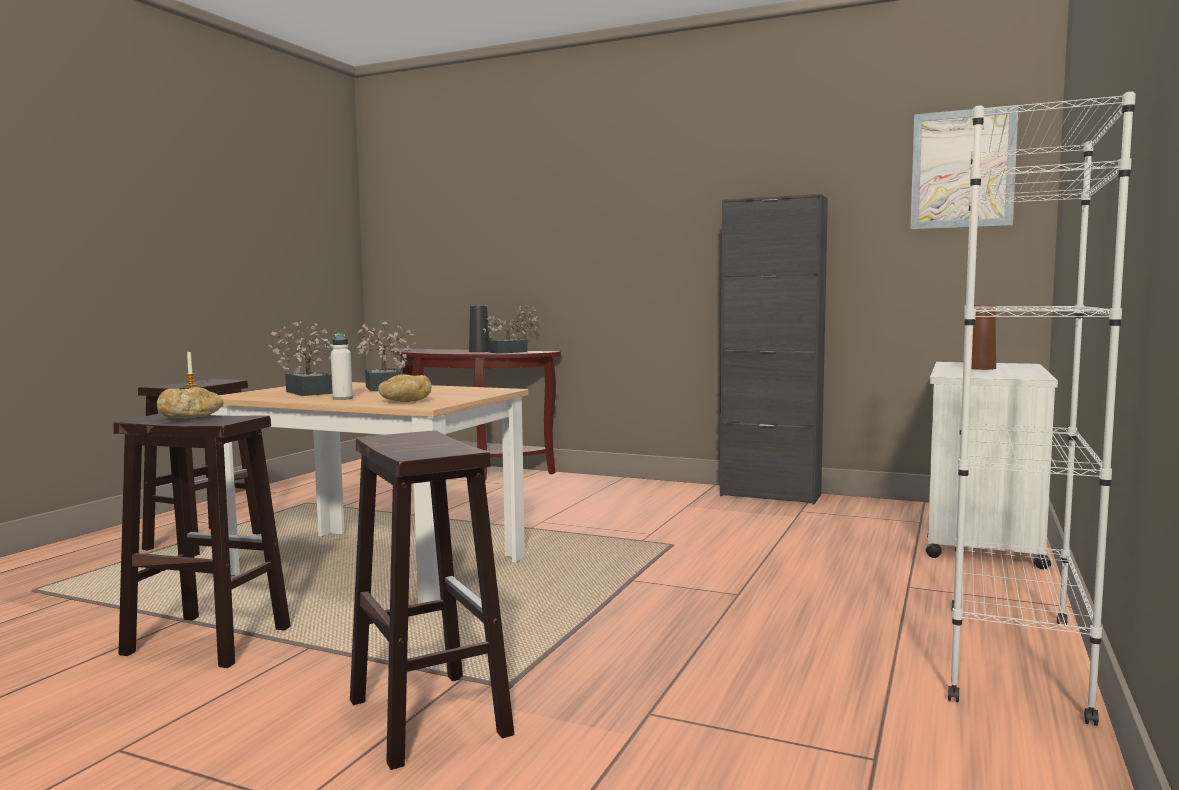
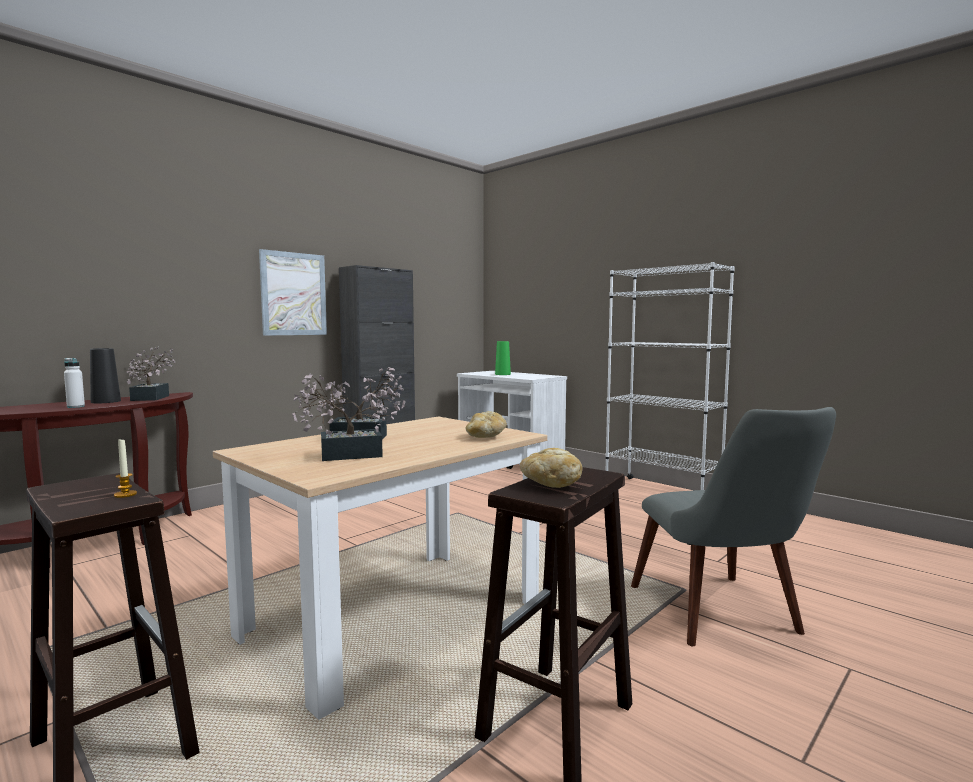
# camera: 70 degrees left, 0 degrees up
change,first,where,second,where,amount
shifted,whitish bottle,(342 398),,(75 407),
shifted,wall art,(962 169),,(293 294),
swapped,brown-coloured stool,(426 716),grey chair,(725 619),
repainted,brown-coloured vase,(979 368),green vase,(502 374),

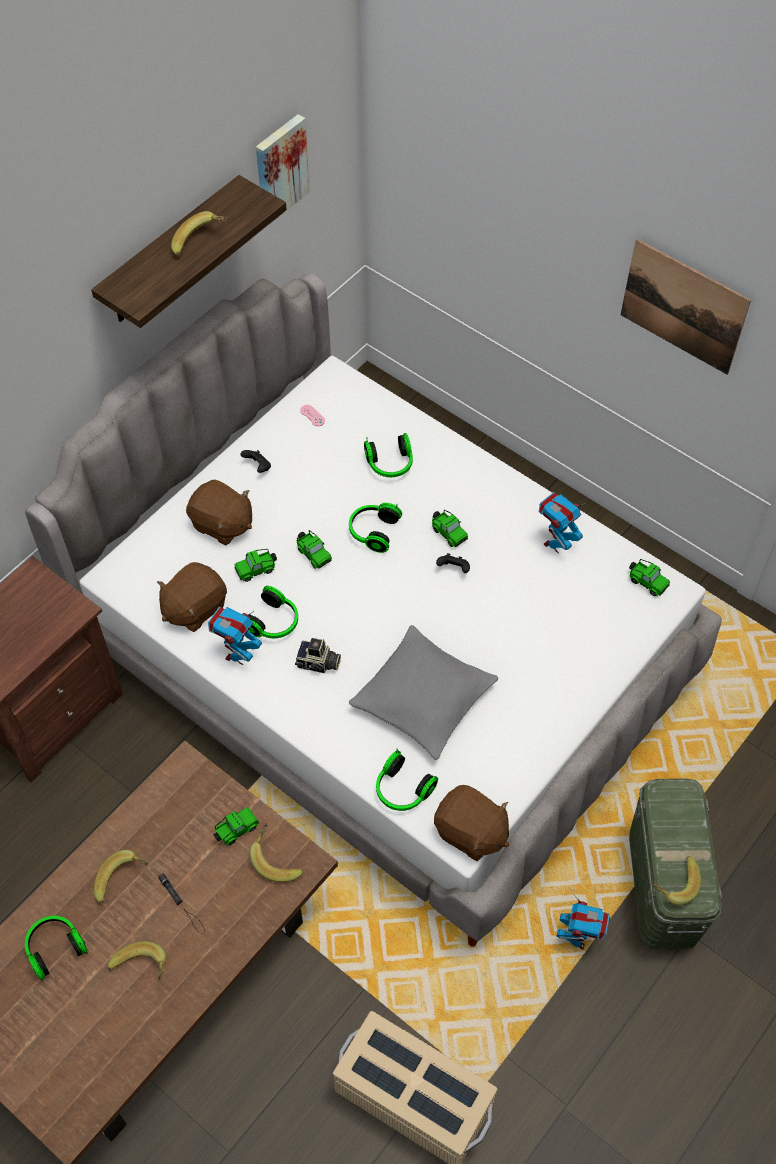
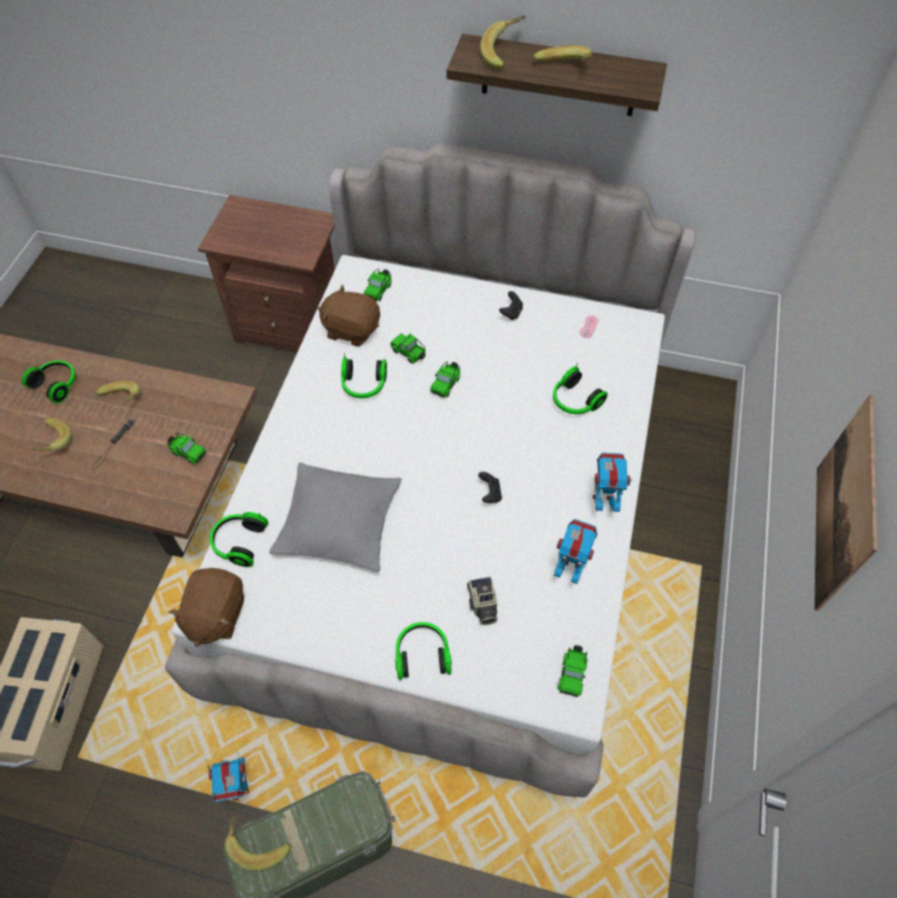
# camera: 65 degrees right, 0 degrees up
change,first,where,second,where,amount
gone,brown-coloured plush toy,(222 524),,,
gone,wall art,(280 168),,,
shifted,model robot,(238 655),,(603 503),
shifted,banana fruit,(277 858),,(505 54),
shifted,photo camera,(318 664),,(482 605),
shifted,pair of headphones,(372 531),,(422 654),
shifted,miniature car,(448 533),,(379 290),

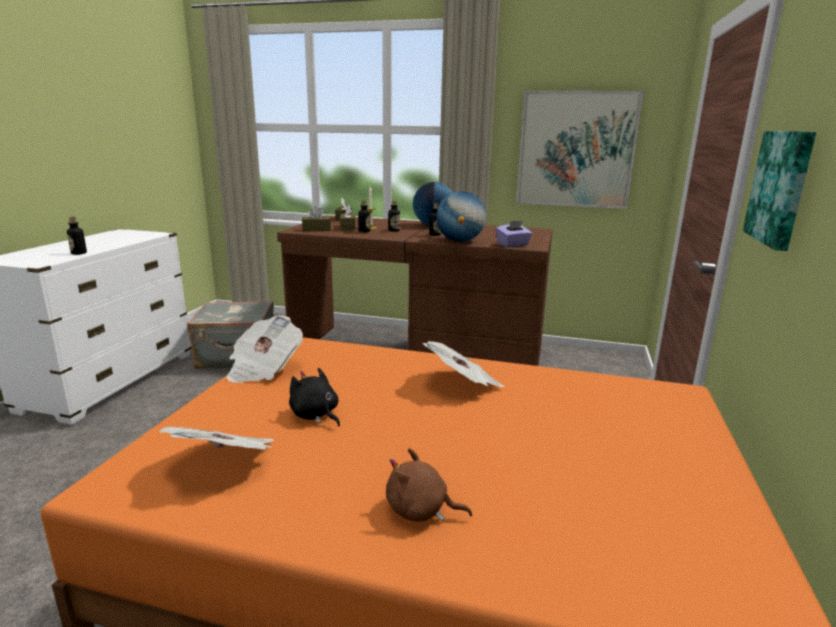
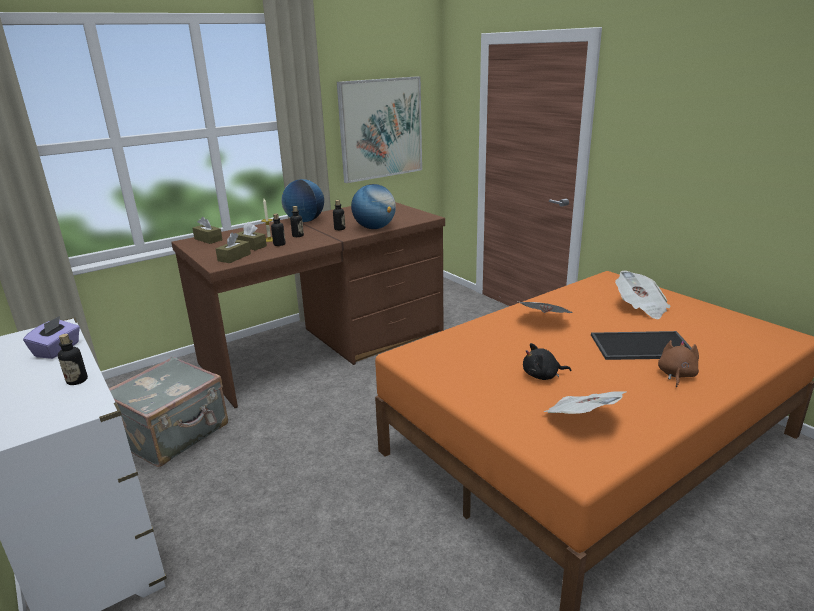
# camera: 50 degrees left, 5 degrees up
change,first,where,second,where,amount
gone,wall art,(781 187),,,
new,,,serving tray,(641 347),
shifted,newspaper,(263 368),,(641 308),
shifted,purple box of tissues,(513 245),,(58 350),
rotated,brown-coloured plush toy,(421 511),,(676 375),150 degrees clockwise

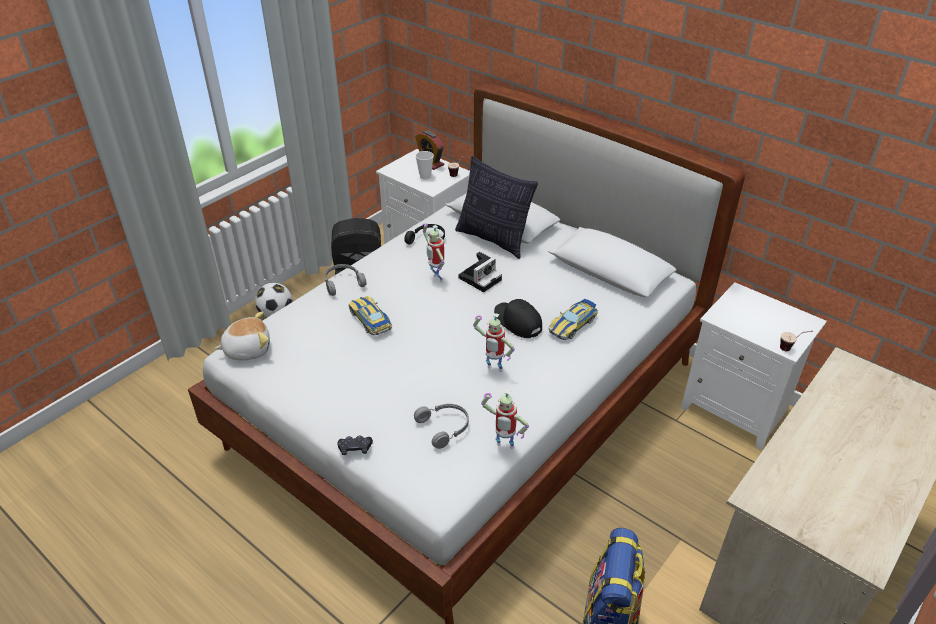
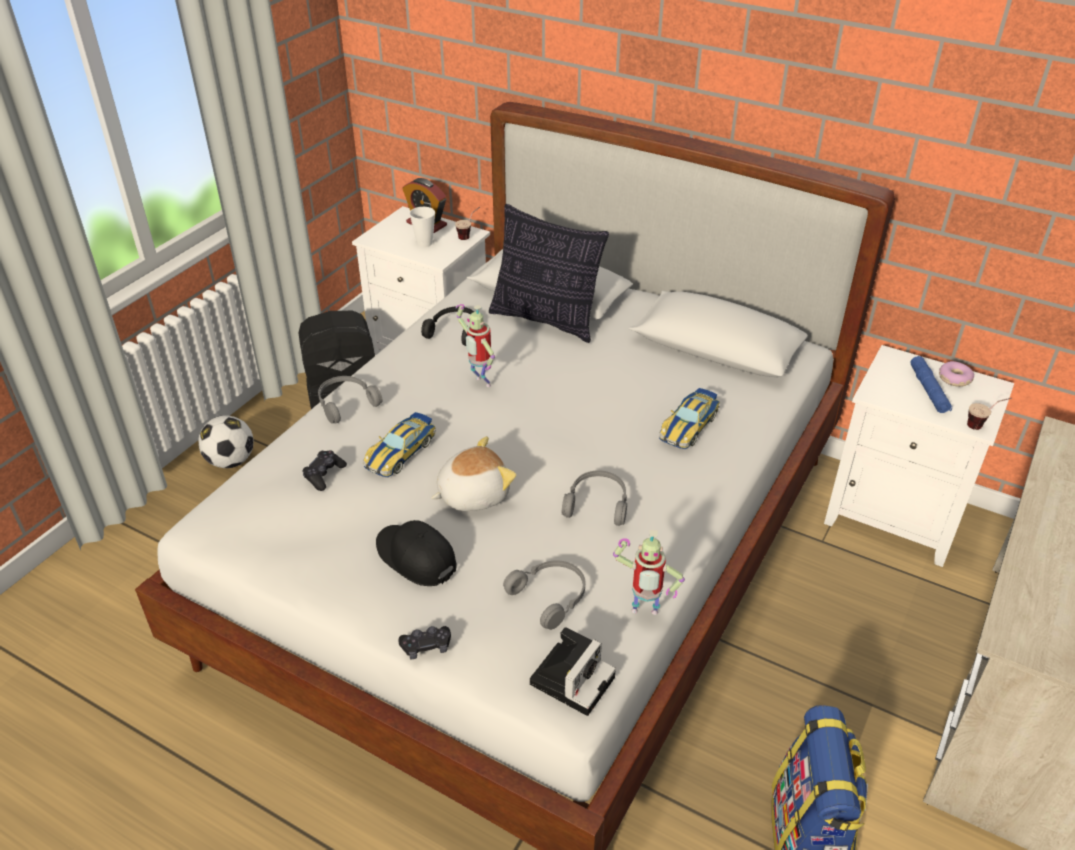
# camera: 10 degrees left, 0 degrees up
change,first,where,second,where,amount
new,,,blackish game controller,(324 475),
new,,,bluish flashlight,(928 390),
new,,,donut,(954 379),
shifted,plush toy,(247 349),,(472 494),
shifted,photo camera,(480 278),,(573 678),
shifted,blackish baseball cap,(517 322),,(415 557),
swapped,model robot,(493 370),grey pair of headphones,(597 503),
rotated,miniature car,(370 319),,(400 452),105 degrees counterclockwise

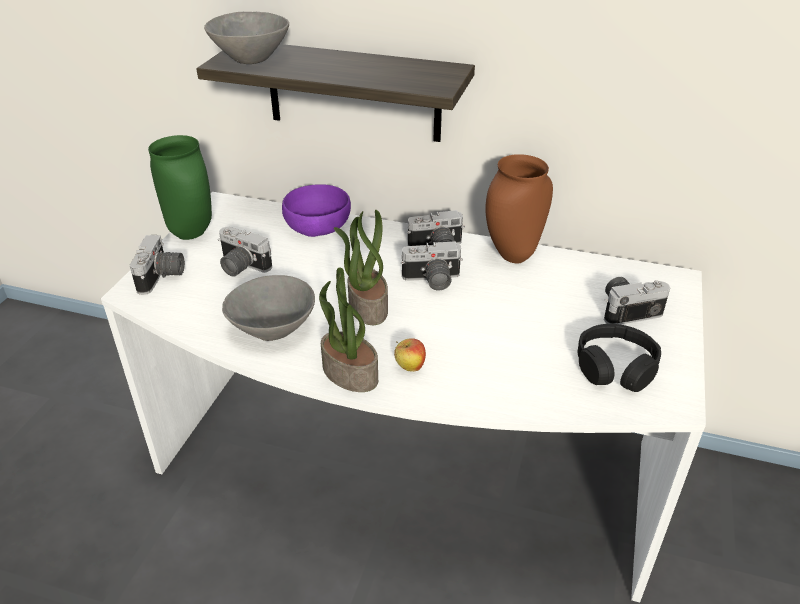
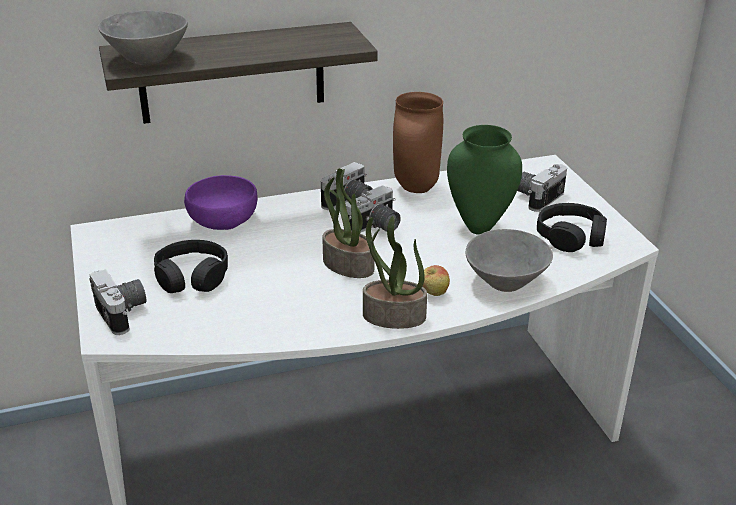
# camera: 35 degrees left, 5 degrees down
change,first,where,second,where,amount
shifted,green vase,(190 234),,(479 228),
shifted,grey serving bowl,(272 329),,(504 282),
swapped,photo camera,(240 267),blackish pair of headphones,(192 277),

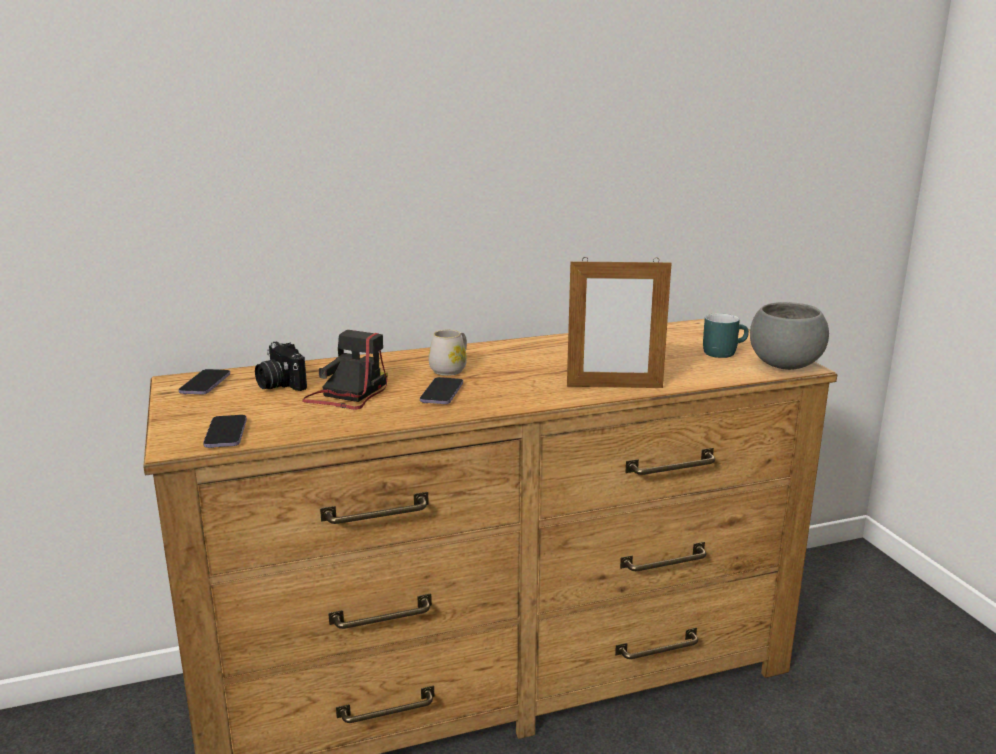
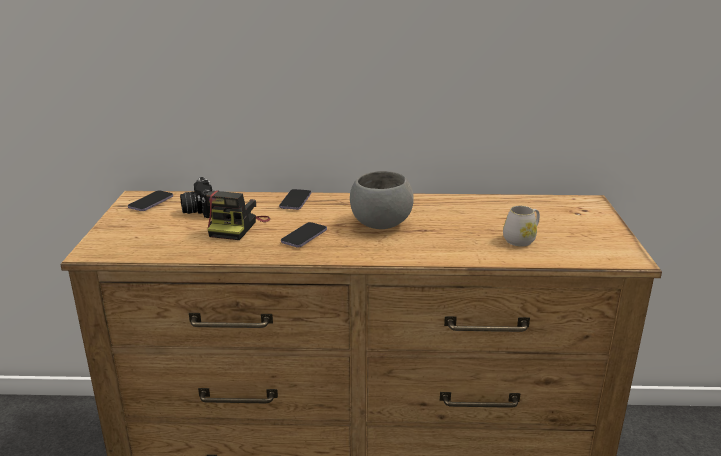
# camera: 20 degrees right, 5 degrees up
change,first,where,second,where,amount
gone,picture frame,(614 387),,,
gone,blue-green tea mug,(722 352),,,
shifted,handset,(226 434),,(295 201),
shifted,whitish tea mug,(451 369),,(521 239),
shifted,grey serving bowl,(783 365),,(380 224),
rotated,photo camera,(348 394),,(237 227),150 degrees clockwise

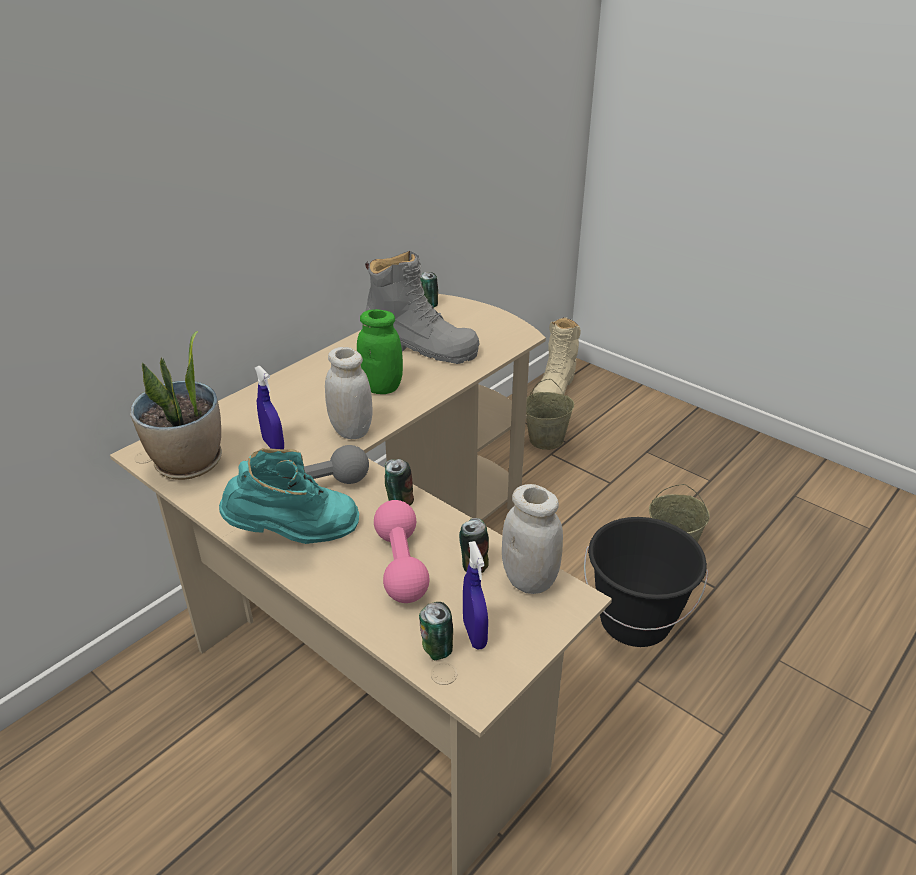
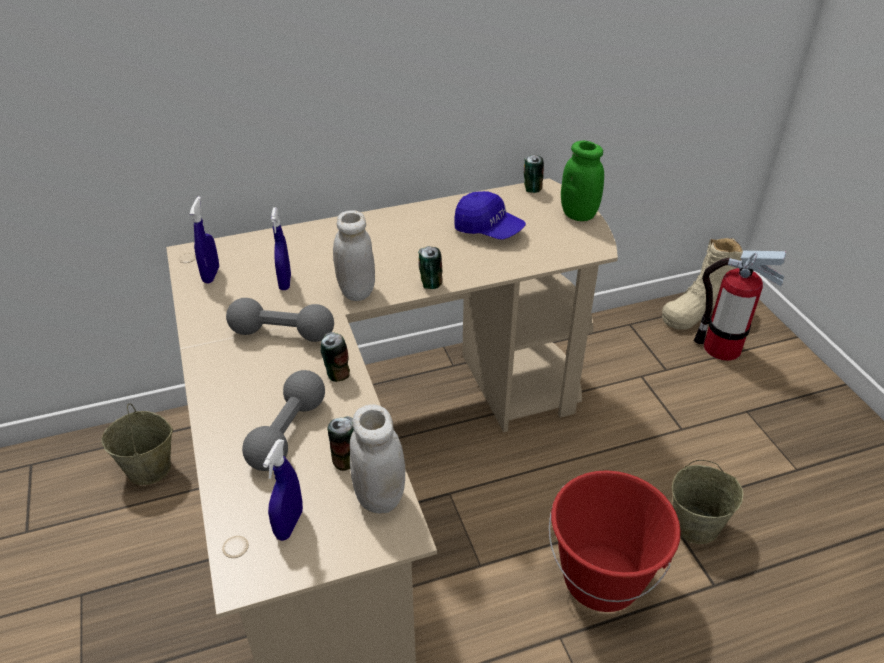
# camera: 30 degrees right, 5 degrees up
change,first,where,second,where,amount
gone,blue-green tall boot,(295 536),,,
new,,,fire extinguisher,(721 348),
shifted,green jar,(381 387),,(578 214),
shifted,sealed can,(436 650),,(430 284),
shifted,sand-coloured bucket,(547 439),,(150 468),
swapped,potted plant,(189 463),bluish hand sprayer,(211 275),
swapped,grey tall boot,(422 347),bluish baseball cap,(488 230),
repainted,pink-coloured dumbbell,(401 565),grey dumbbell,(288 432),
repainted,blackish bucket,(635 621),red-coloured bucket,(601 579),

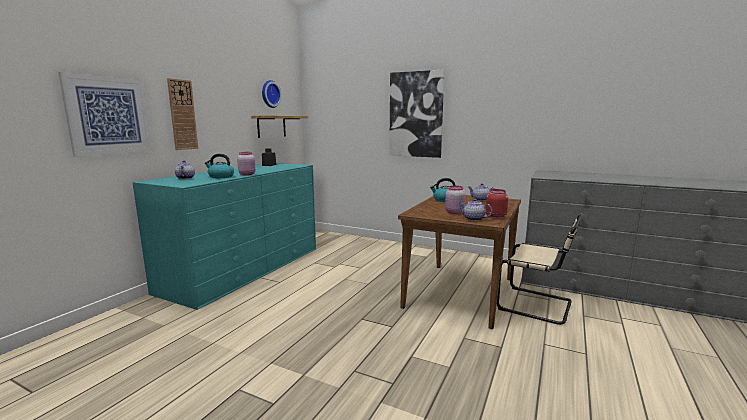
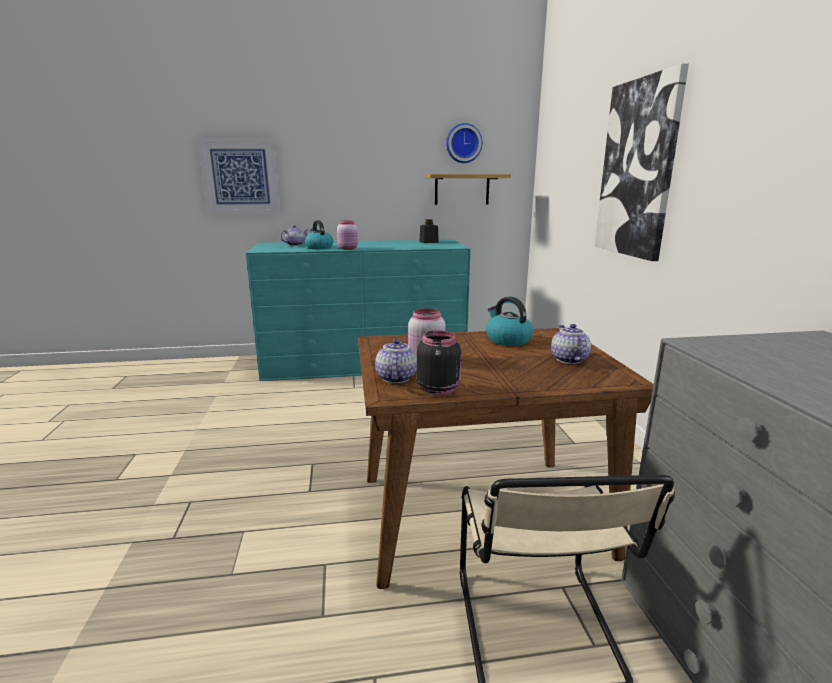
# camera: 55 degrees right, 5 degrees up
change,first,where,second,where,amount
gone,hanging clock,(182 115),,,
repainted,red-coloured jar,(495 217),blackish jar,(438 389),

